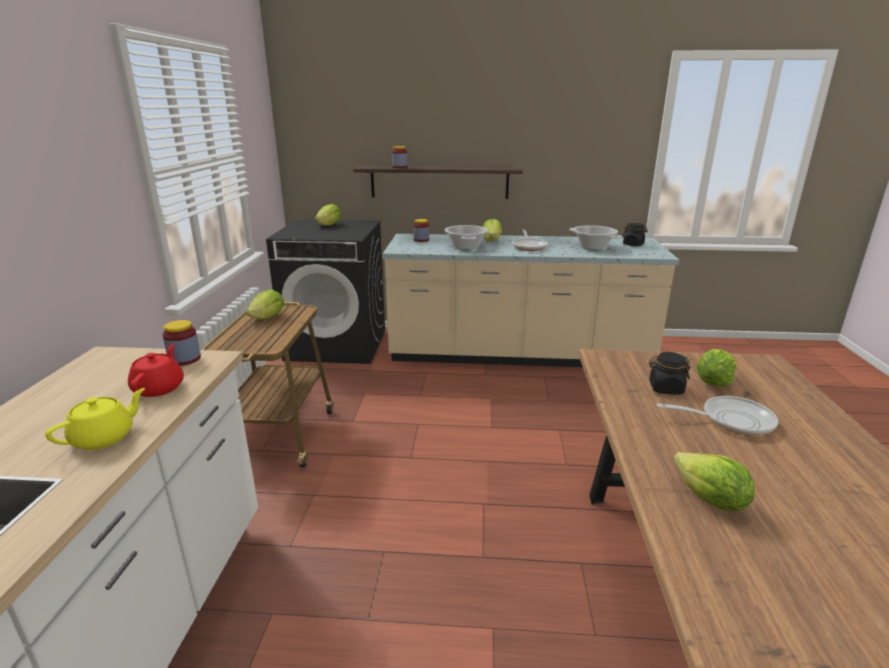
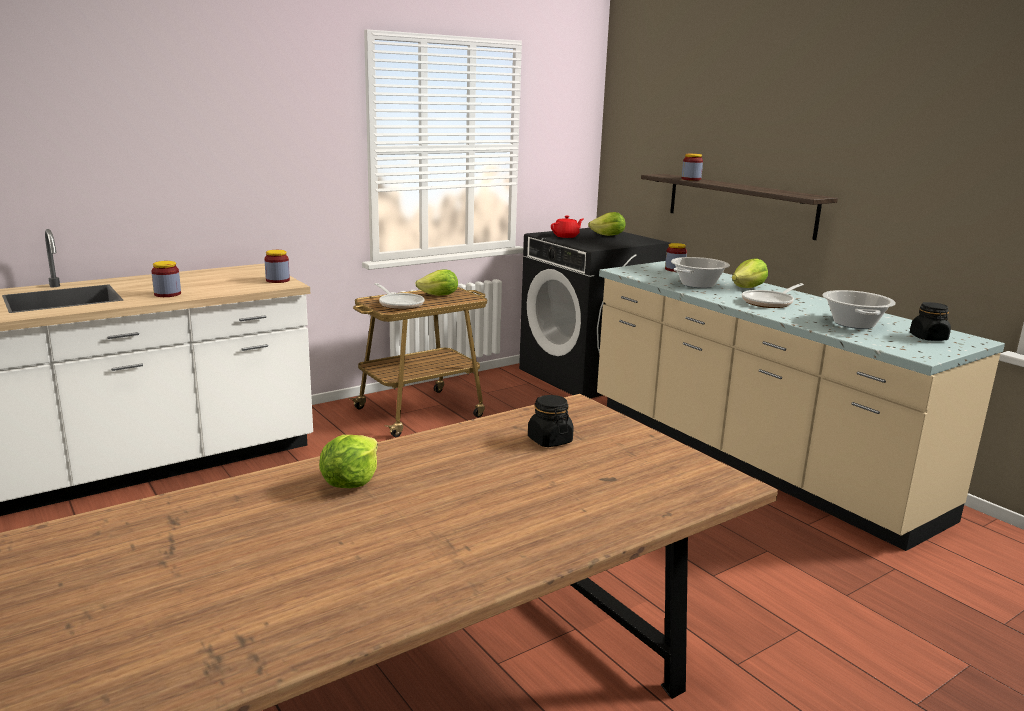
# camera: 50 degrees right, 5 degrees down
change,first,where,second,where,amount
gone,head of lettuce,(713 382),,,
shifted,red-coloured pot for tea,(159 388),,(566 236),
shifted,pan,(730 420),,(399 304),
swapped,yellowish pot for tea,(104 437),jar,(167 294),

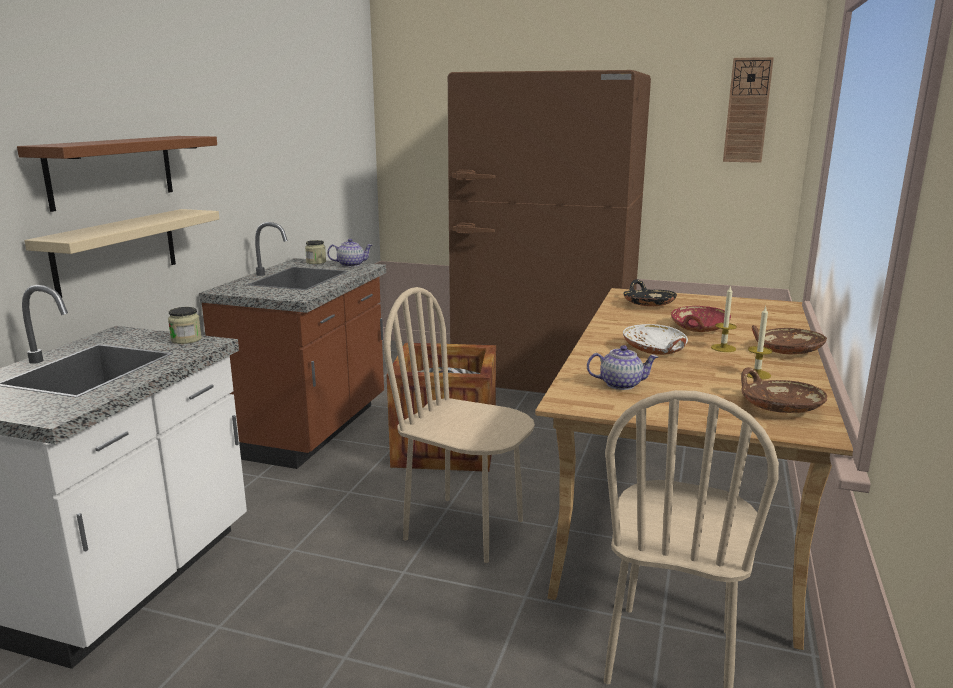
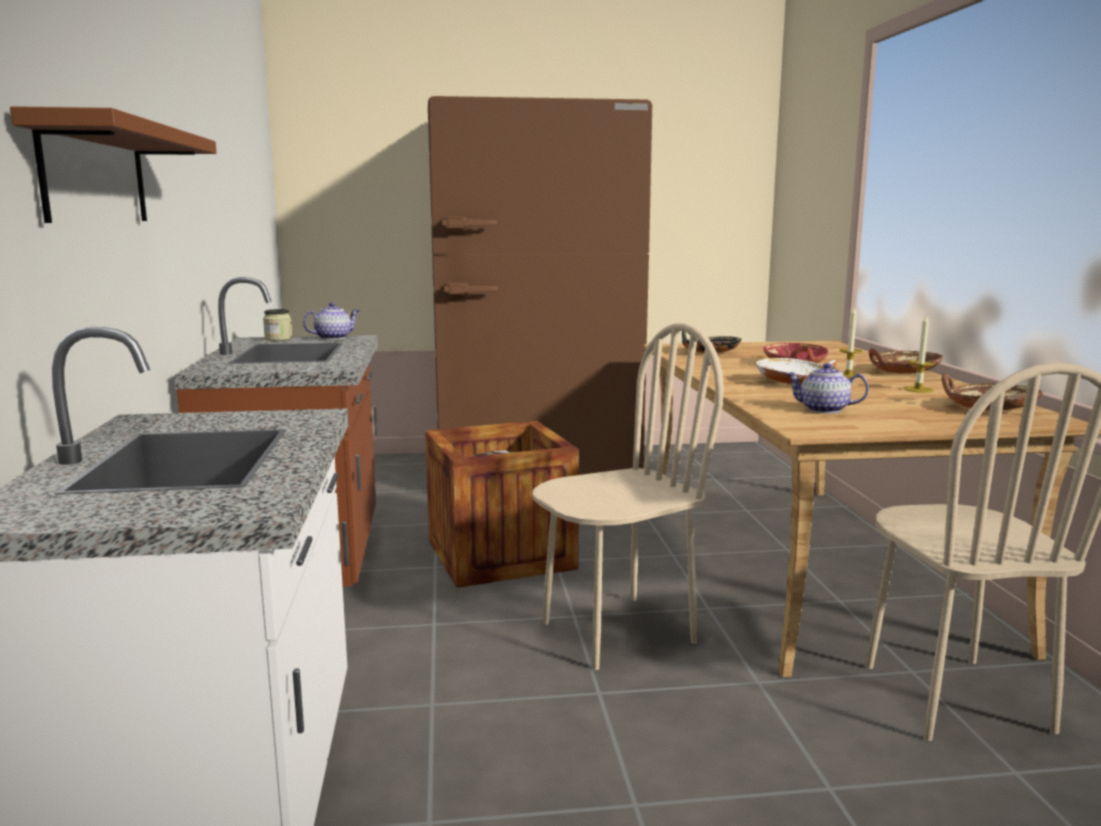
# camera: 25 degrees left, 5 degrees down
change,first,where,second,where,amount
gone,sand-coloured shelf,(116 251),,,
gone,jar,(186 339),,,
gone,hanging clock,(747 110),,,
rotated,sand-coloured chair,(464 529),,(617 631),150 degrees clockwise
rotated,pot for tea,(621 384),,(823 410),135 degrees counterclockwise

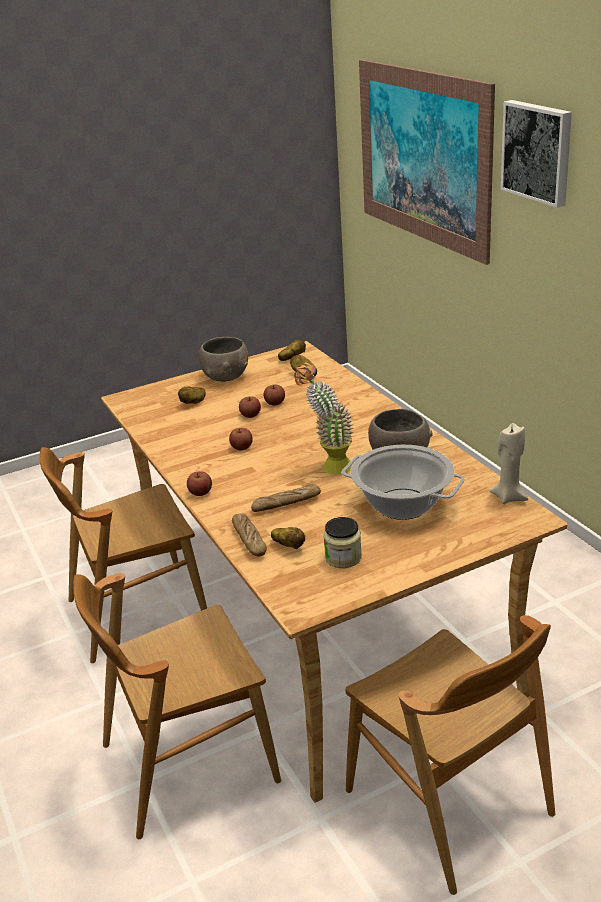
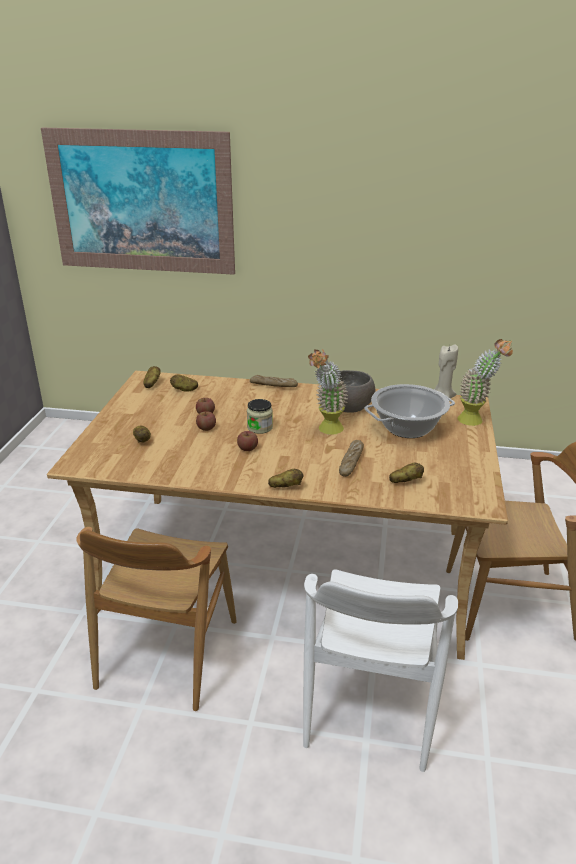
# camera: 55 degrees left, 0 degrees up
change,first,where,second,where,amount
gone,grey serving bowl,(226 376),,,
gone,wall art,(538 152),,,
new,,,potted plant,(476 421),
shifted,baked bread,(249 540),,(273 386),
shifted,jar,(343 558),,(260 428),
swapped,whole apple,(200 492),whole potato,(286 487),
repainted,brown-coloured chair,(188 762),whitish chair,(370 704),

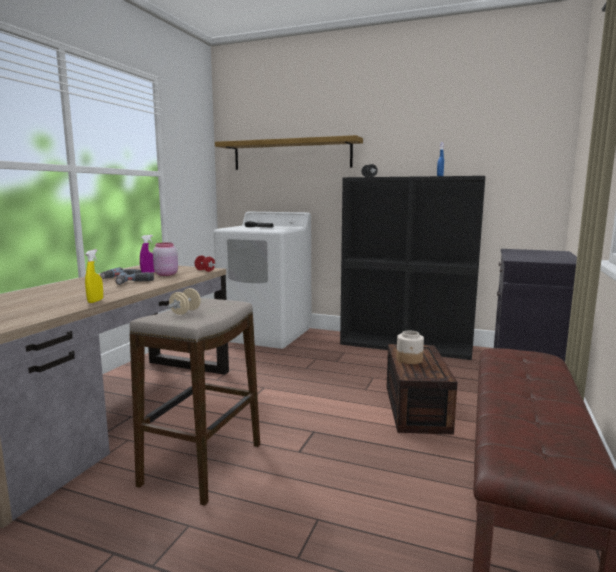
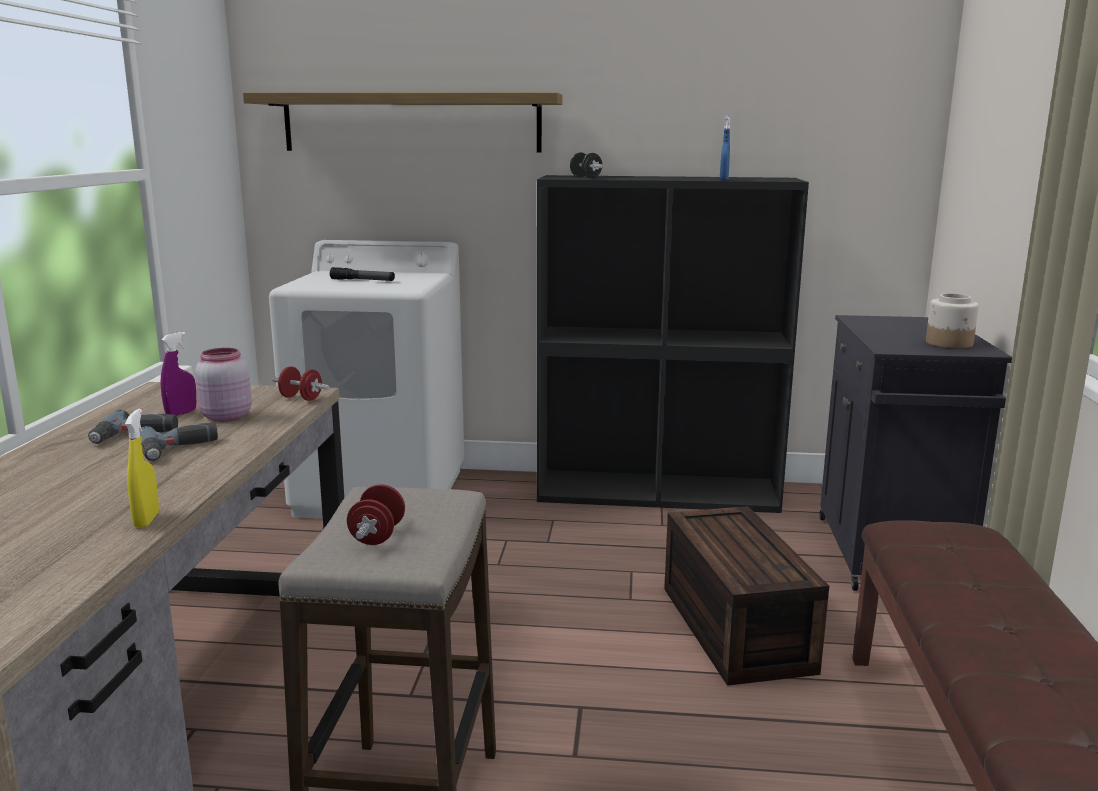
# camera: 15 degrees left, 5 degrees up
change,first,where,second,where,amount
shifted,jar,(409 360),,(949 343),
repainted,sand-coloured dumbbell,(185 312),red-coloured dumbbell,(377 536),

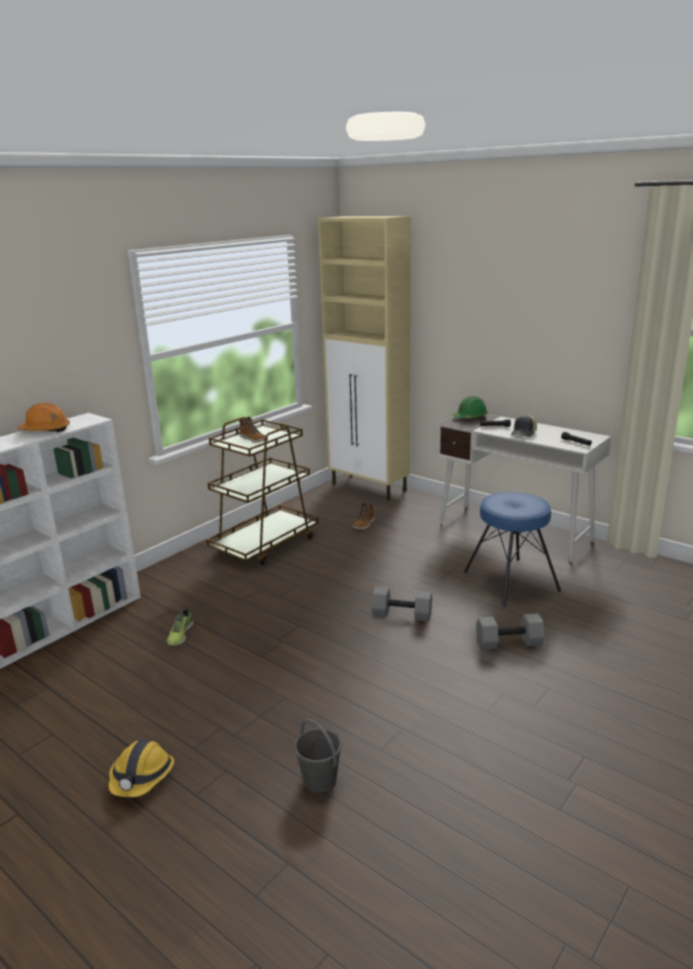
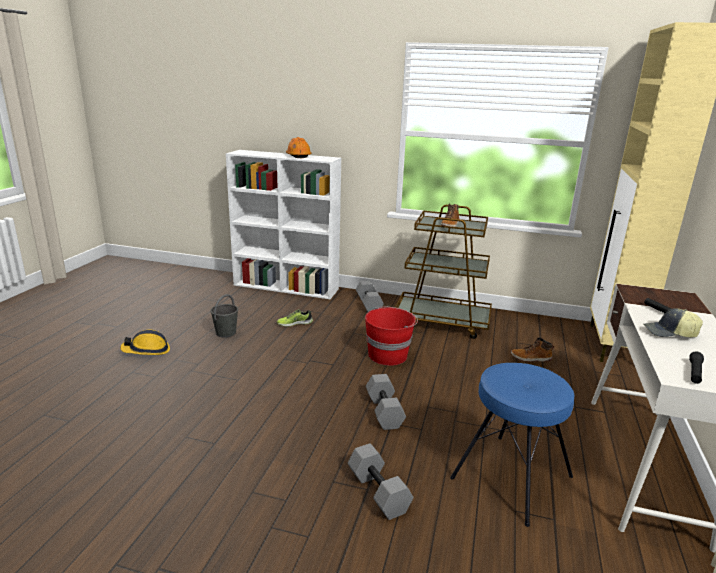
# camera: 65 degrees right, 0 degrees up
change,first,where,second,where,amount
gone,green work helmet,(470 417),,,
new,,,grey dumbbell,(369 304),
new,,,red-coloured bucket,(388 355),
shifted,grey bucket,(319 779),,(226 332),

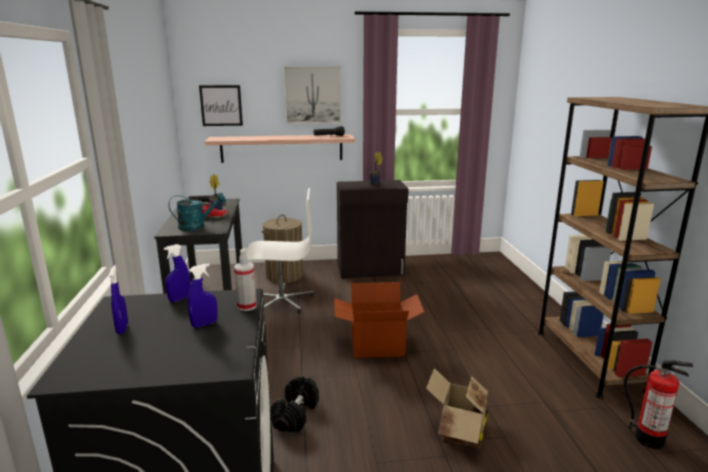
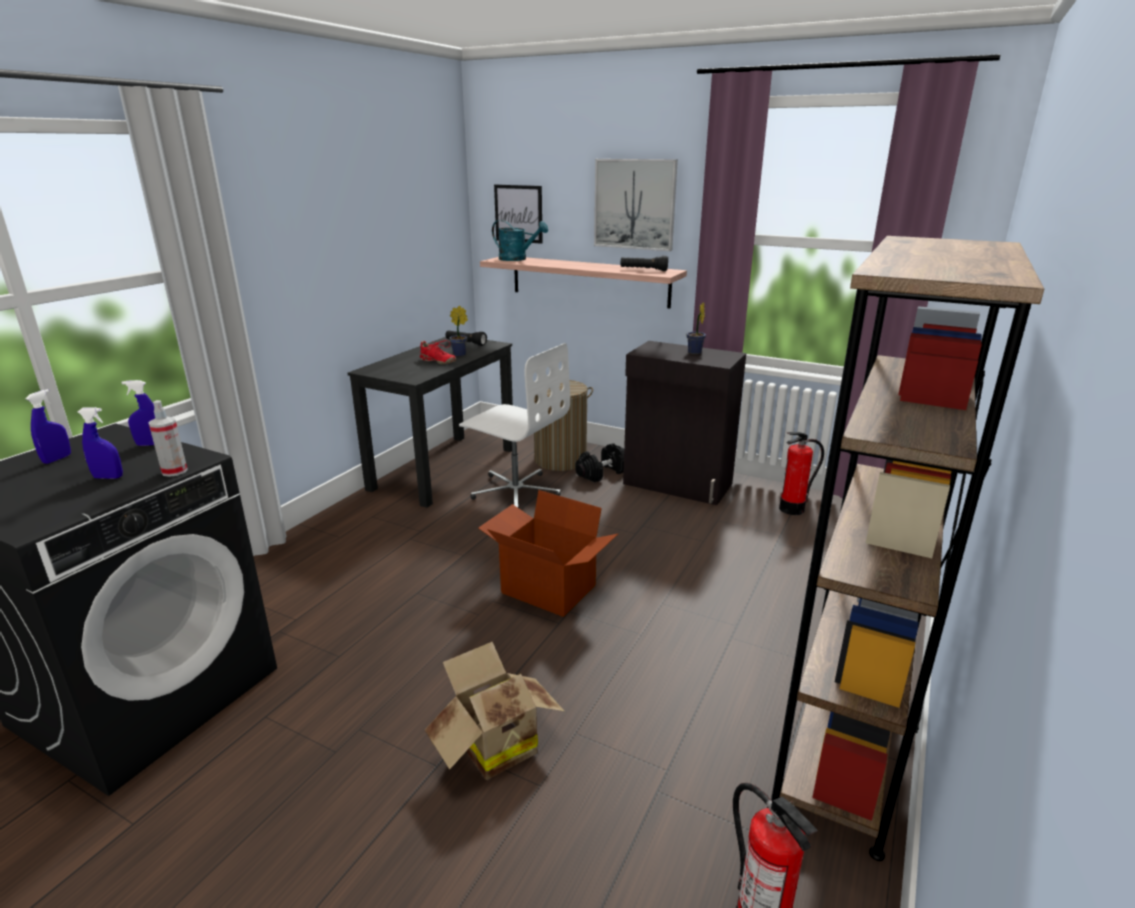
# camera: 35 degrees right, 5 degrees up
change,first,where,second,where,amount
new,,,fire extinguisher,(792 509),
shifted,blue-green watering can,(197 226),,(517 259),
shifted,blackish dumbbell,(295 414),,(602 473),

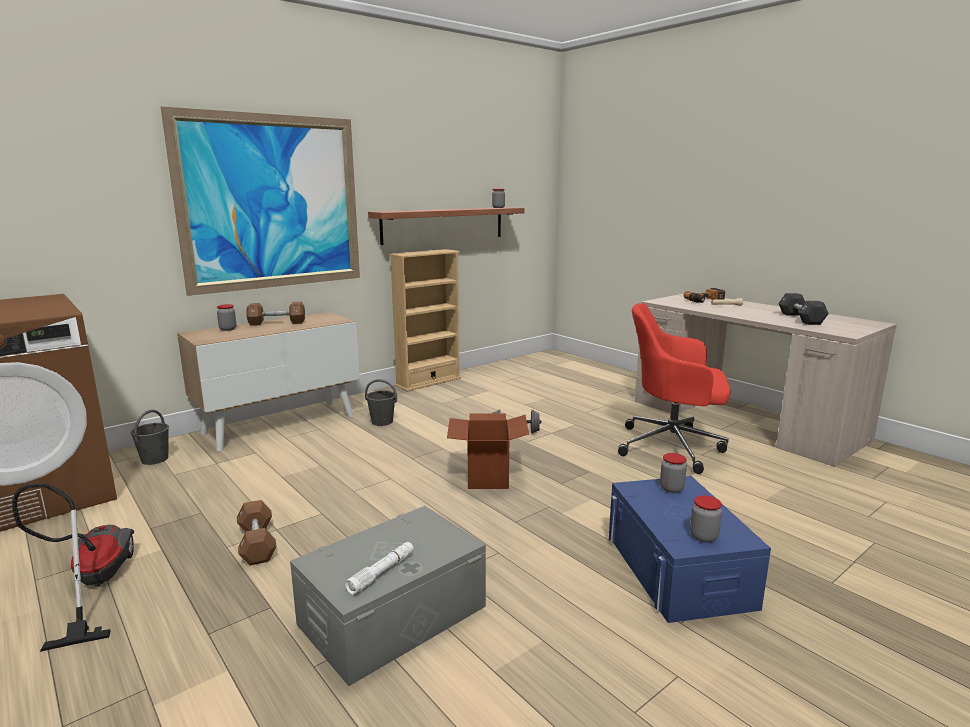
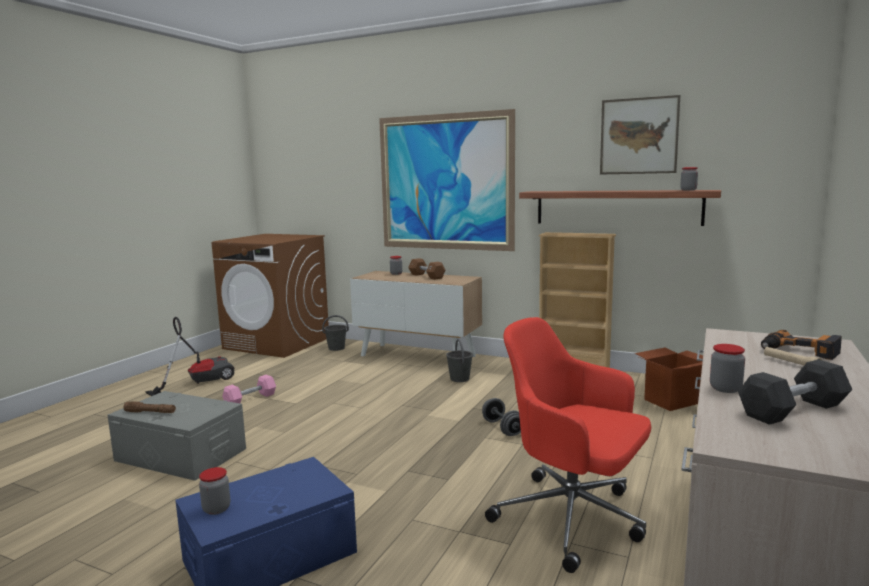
# camera: 65 degrees right, 5 degrees down
change,first,where,second,where,amount
new,,,wall art,(638 136),
shifted,carton,(487 477),,(672 401),
shifted,jar,(671 488),,(725 389),
repainted,brown-coloured dumbbell,(257 544),pink-coloured dumbbell,(250 399),
repainted,whitish flashlight,(382 573),brown-coloured flashlight,(150 412),
rotated,red-coloured computer chair,(673 446),,(572 519),45 degrees counterclockwise

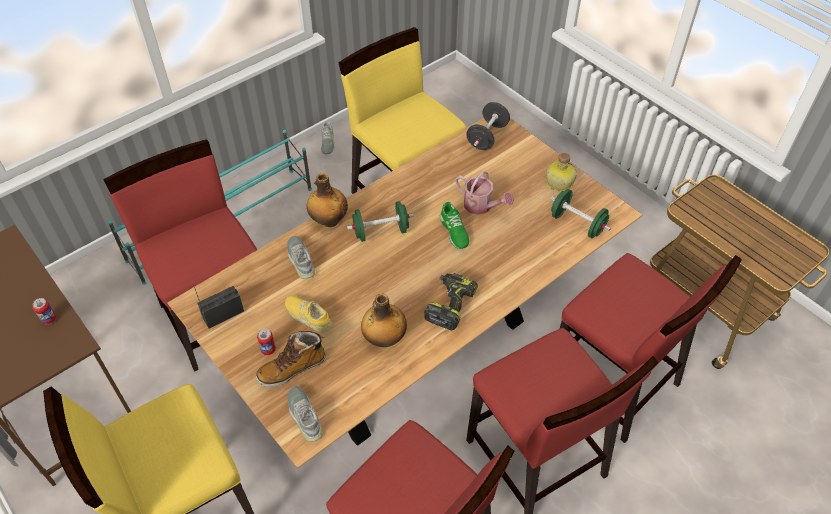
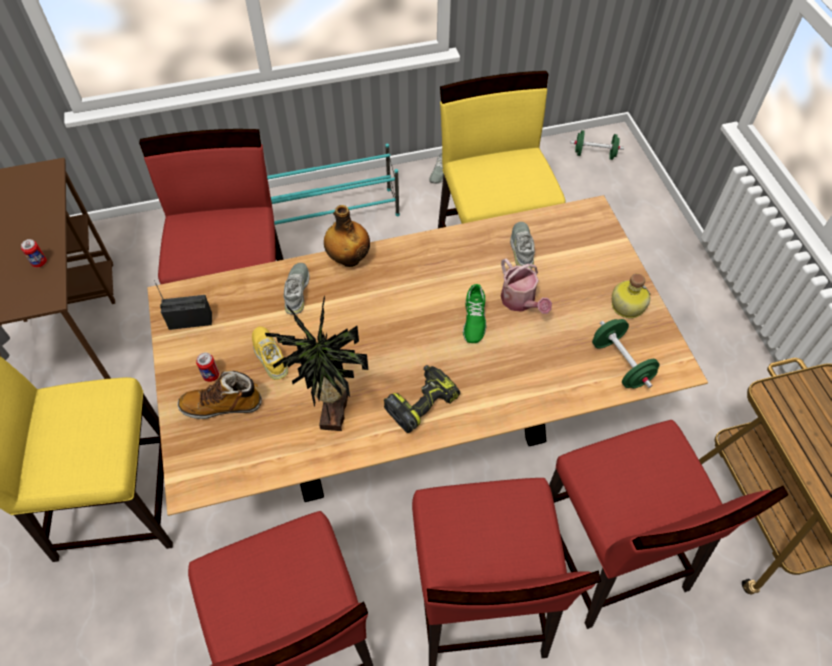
# camera: 25 degrees right, 5 degrees up
change,first,where,second,where,amount
gone,blackish dumbbell,(487 137),,,
shifted,grey shoe,(305 416),,(522 248),
shifted,green dumbbell,(381 232),,(594 154),
swapped,bottle,(384 339),potted plant,(331 412),

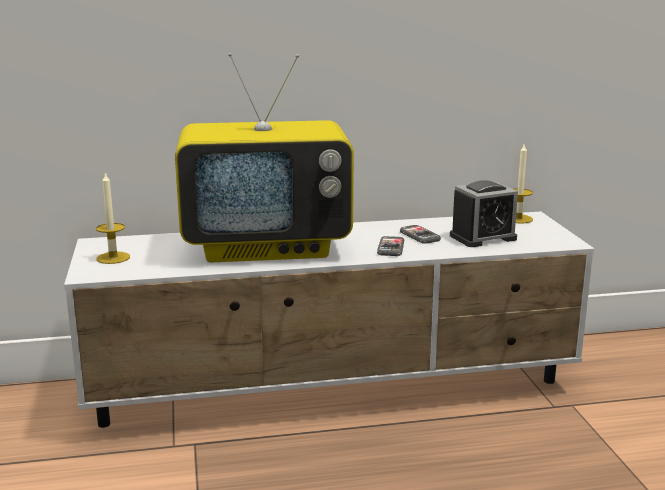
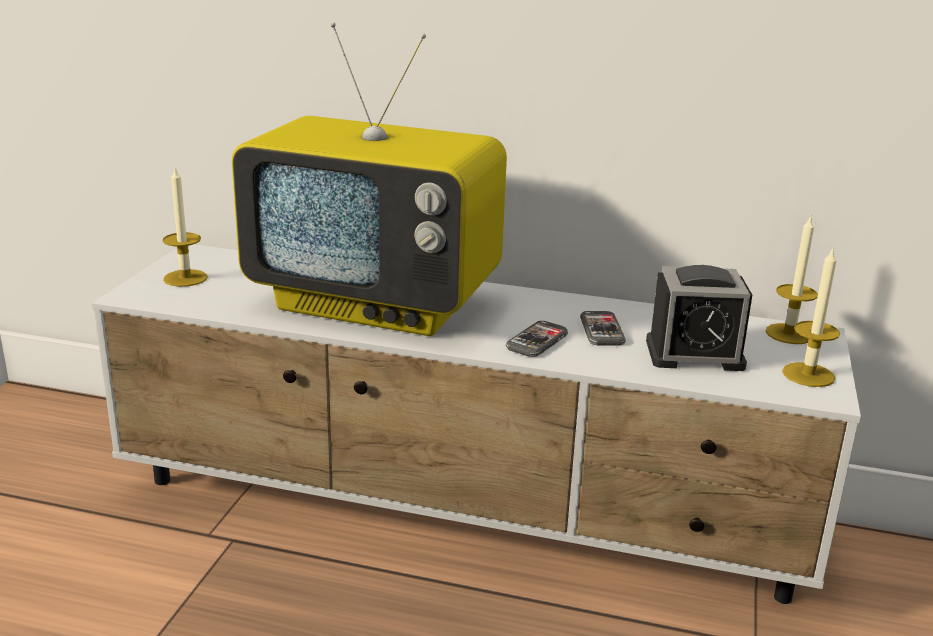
# camera: 25 degrees right, 5 degrees up
change,first,where,second,where,amount
new,,,wax light,(808 375),

